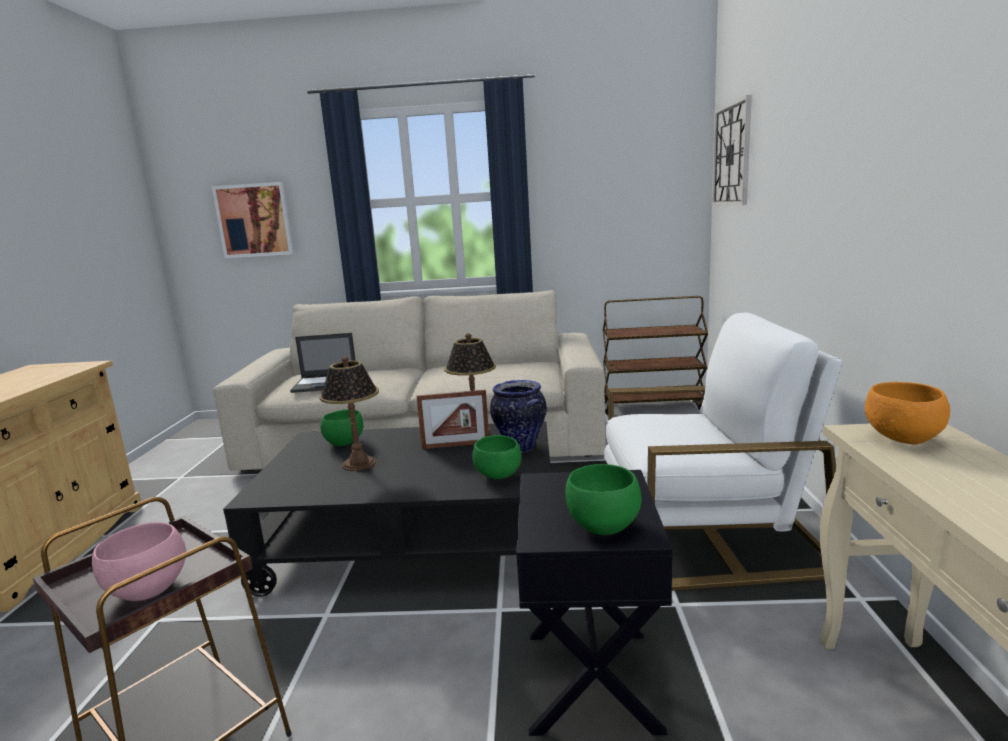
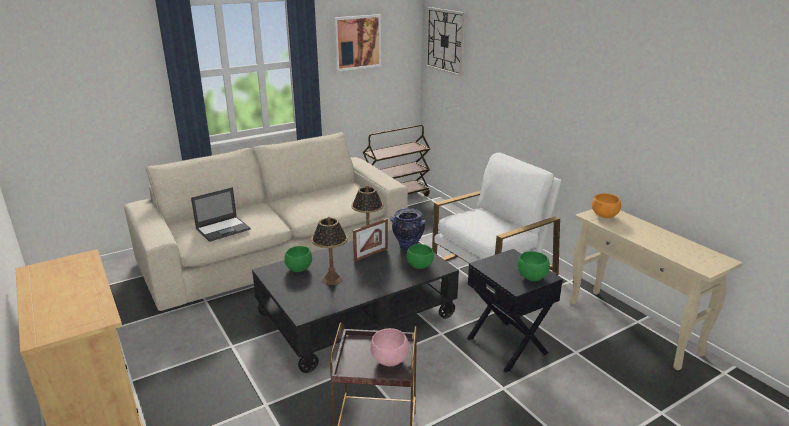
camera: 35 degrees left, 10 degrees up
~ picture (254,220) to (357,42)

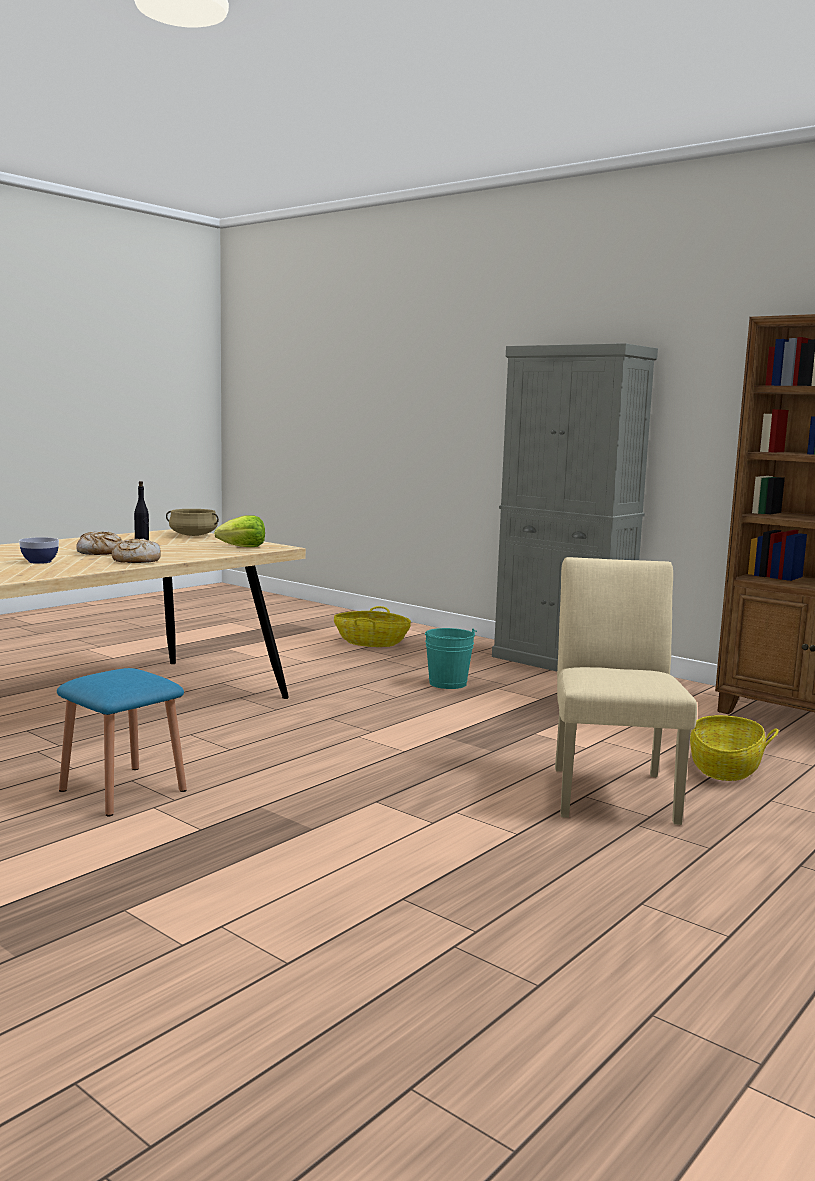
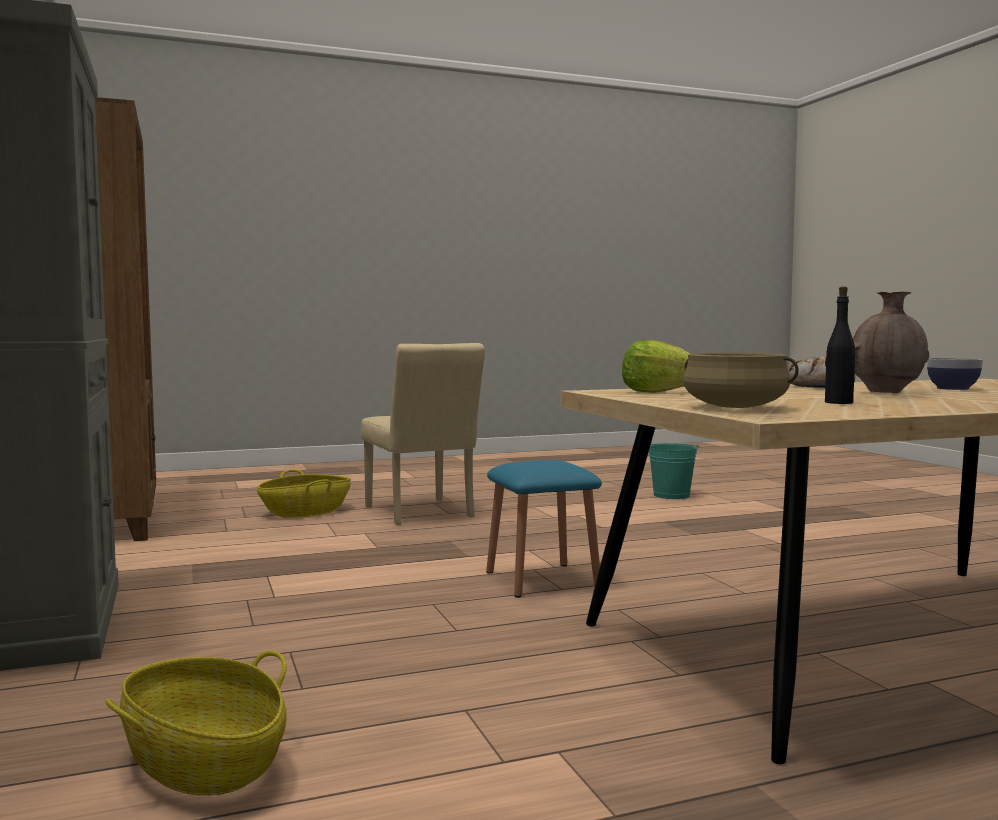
camera: 150 degrees left, 5 degrees down
~ bread (100,553) to brown vase (886,392)
~ beige chair (611,790) = (422,513) 60 degrees counterclockwise
~ turquoise bucket (447,683) to (671,495)
~ blue stool (123,790) to (542,579)

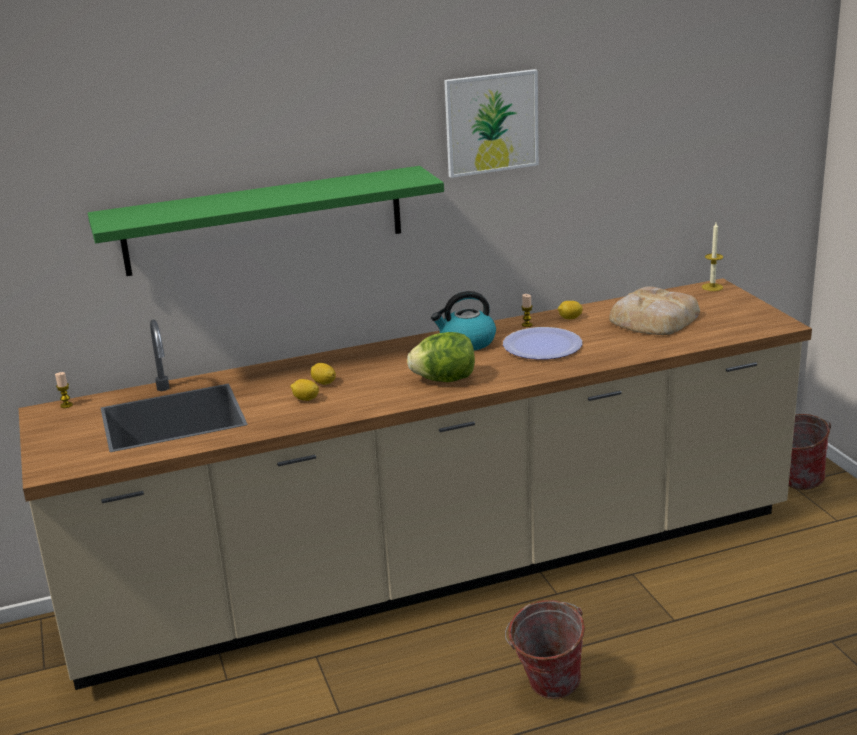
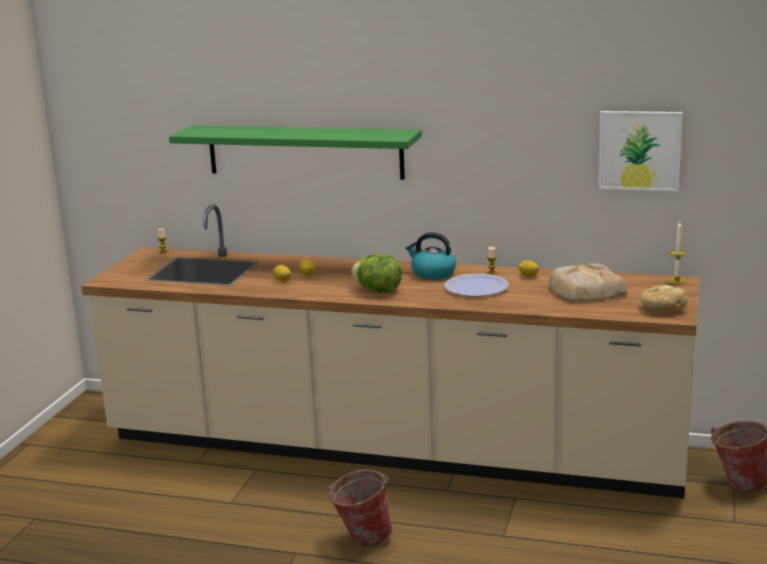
camera: 35 degrees right, 5 degrees down
~ picture (491,123) to (639,150)
+ bread (662,309)

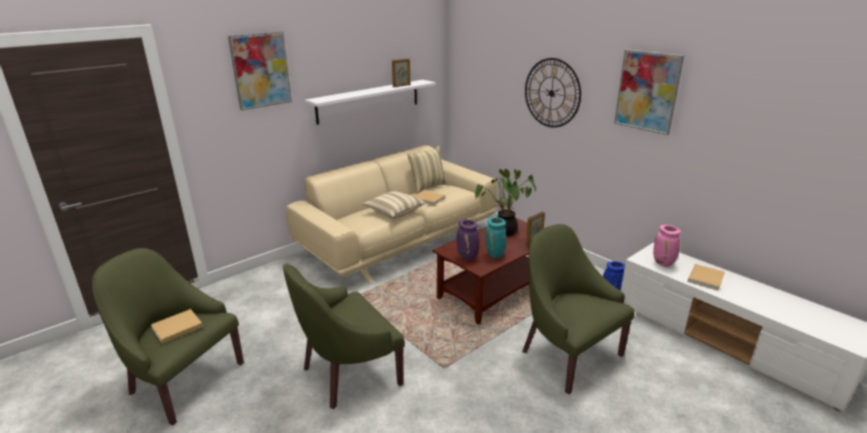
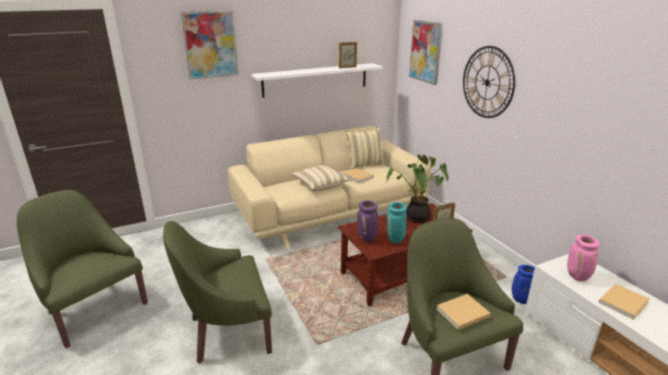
camera: 15 degrees right, 0 degrees up
~ picture (647,91) to (425,51)
~ beige book (175,328) to (461,313)

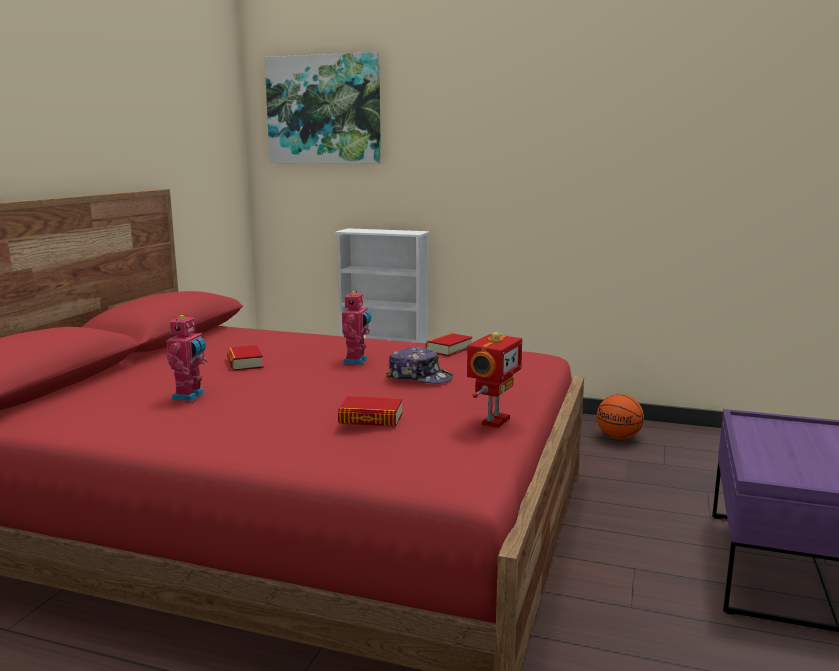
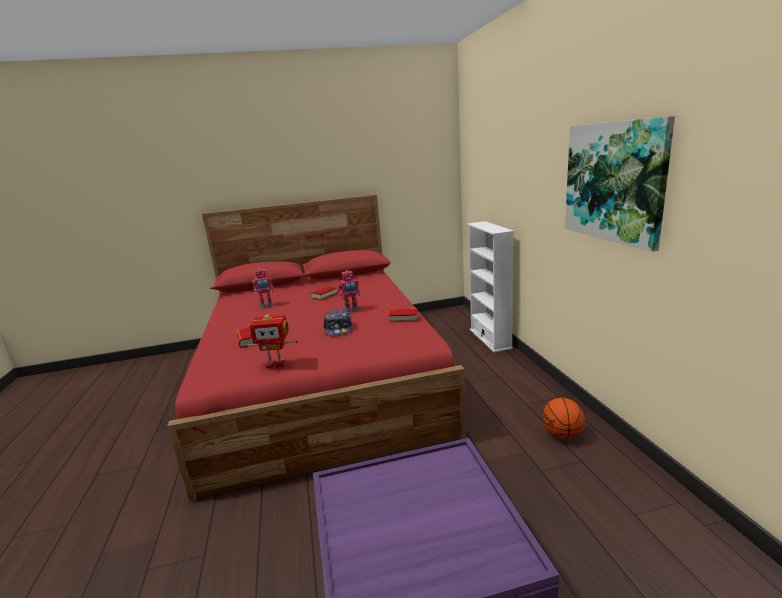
camera: 60 degrees right, 5 degrees up
~ picture (324,110) to (614,181)

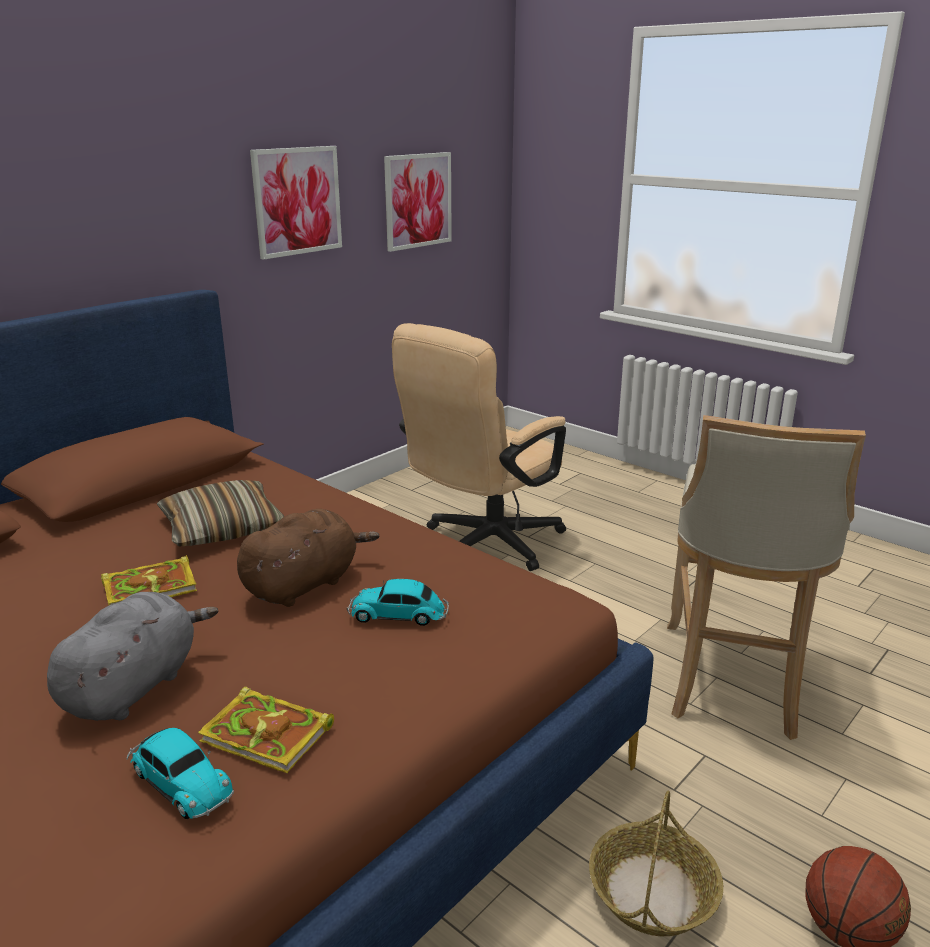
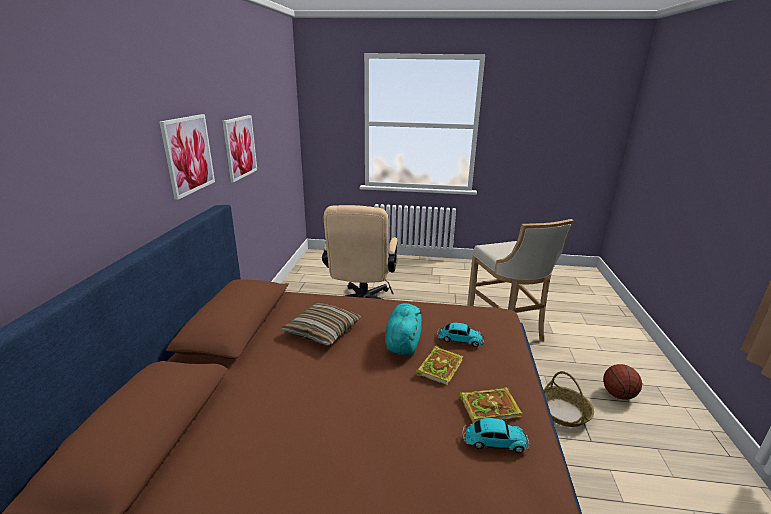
camera: 35 degrees left, 0 degrees up
~ picture (418,200) to (188,155)
~ brown plush toy (305,584) to turquoise plush toy (403,342)
~ book (152,587) to (440,366)
~ toy car (400,614) = (459,339) 135 degrees counterclockwise
- grey plush toy (135,686)

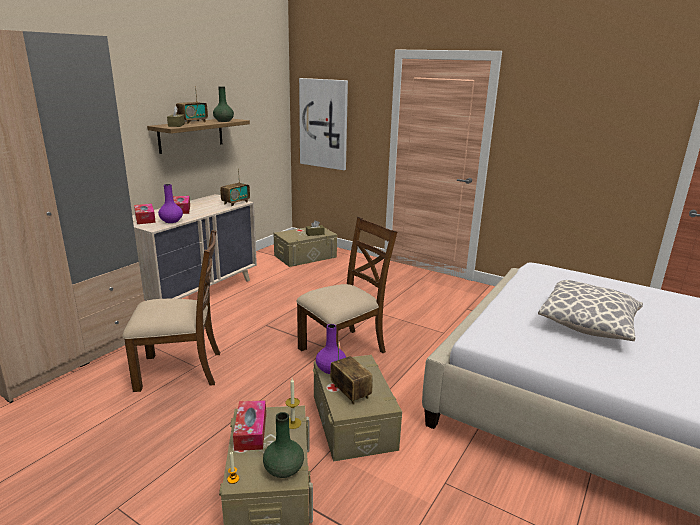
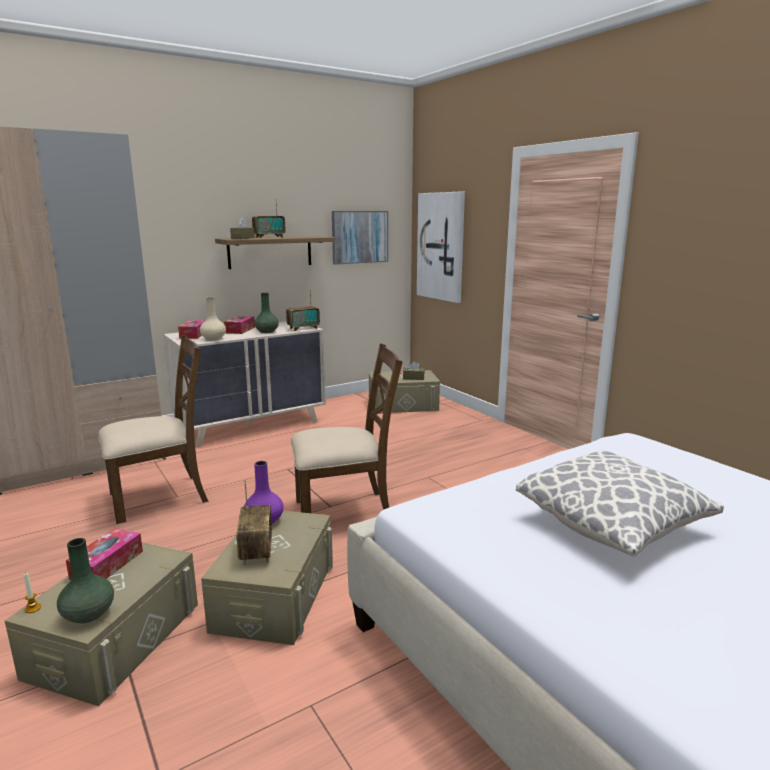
camera: 25 degrees right, 5 degrees down
~ green vase (223,121) to (267,331)
~ purple vase (171,221) to beige vase (213,338)
~ brown chair (181,370) = (160,497) 45 degrees counterclockwise
- candle (293,423)
+ picture (359,237)

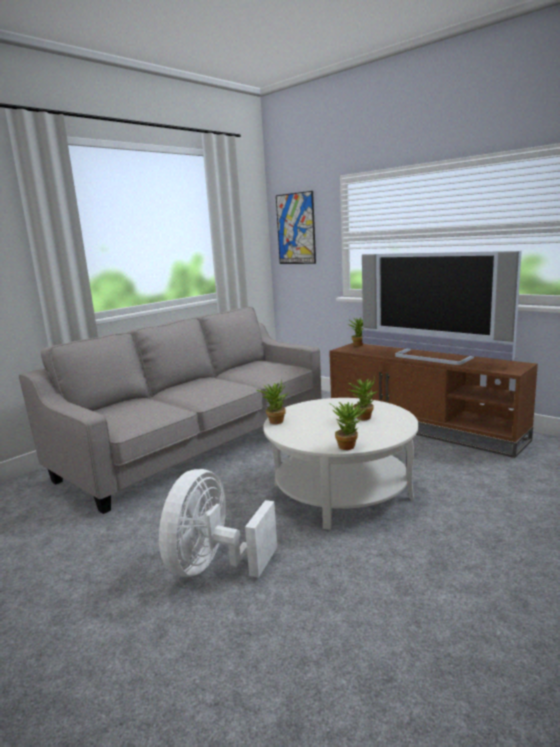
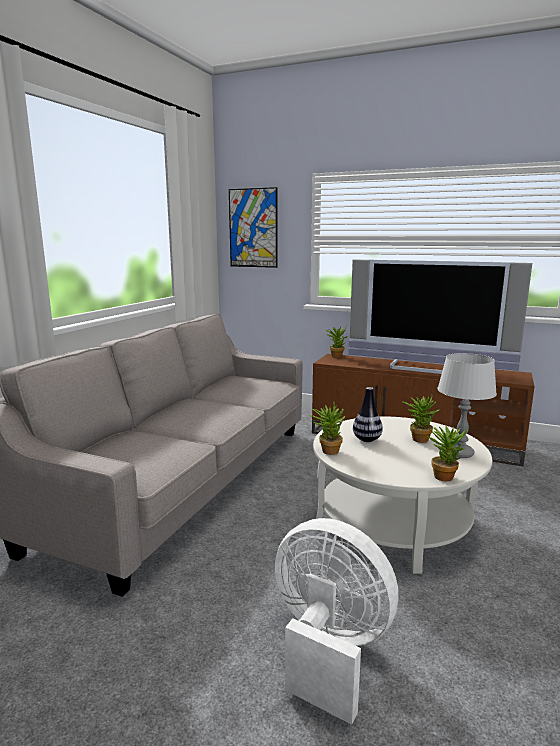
camera: 20 degrees left, 0 degrees up
~ white fan (214,566) = (328,649) 120 degrees clockwise
+ grey table lamp (460,453)
+ vase (366,439)

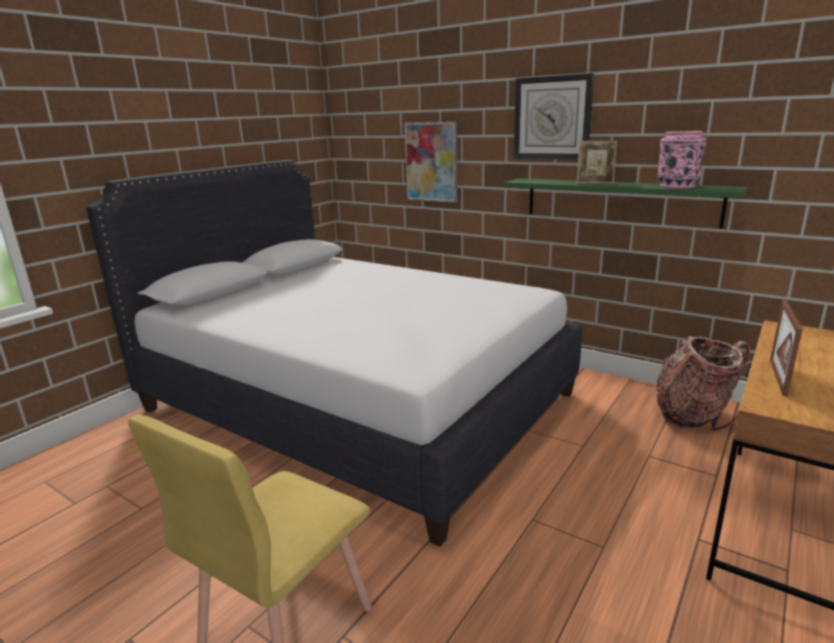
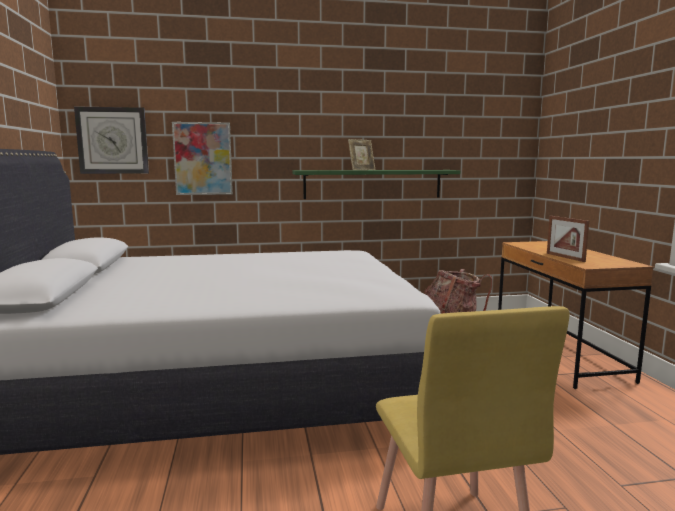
camera: 45 degrees left, 10 degrees down
~ wall clock (552,118) to (112,140)
- pink vase (677,186)

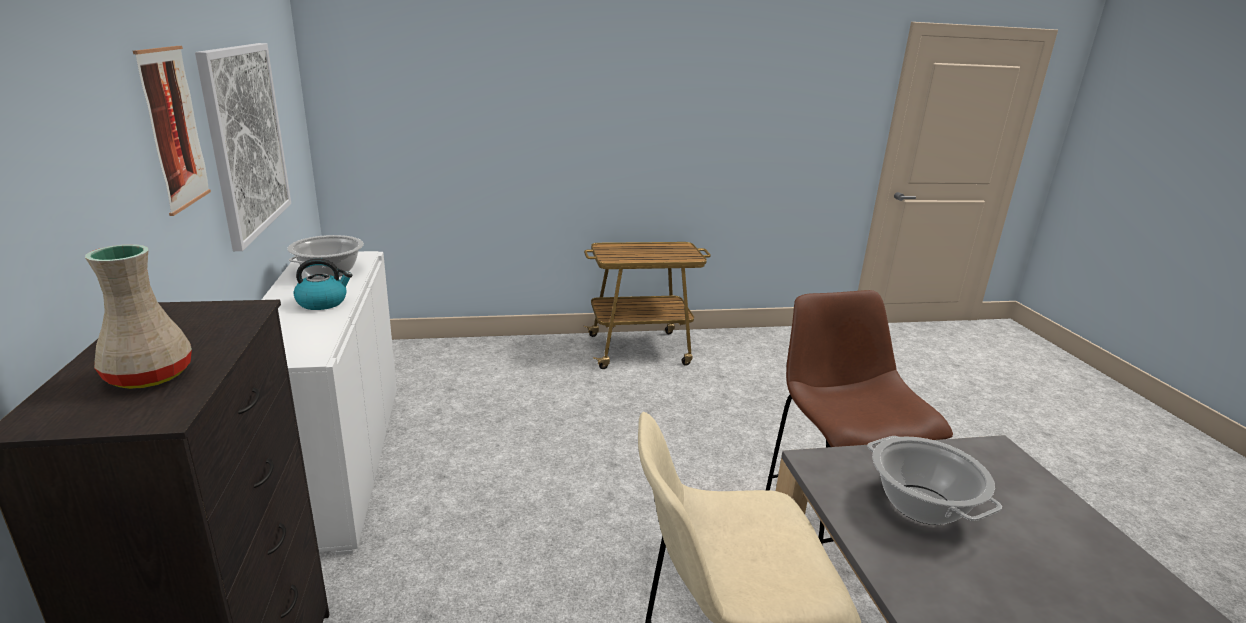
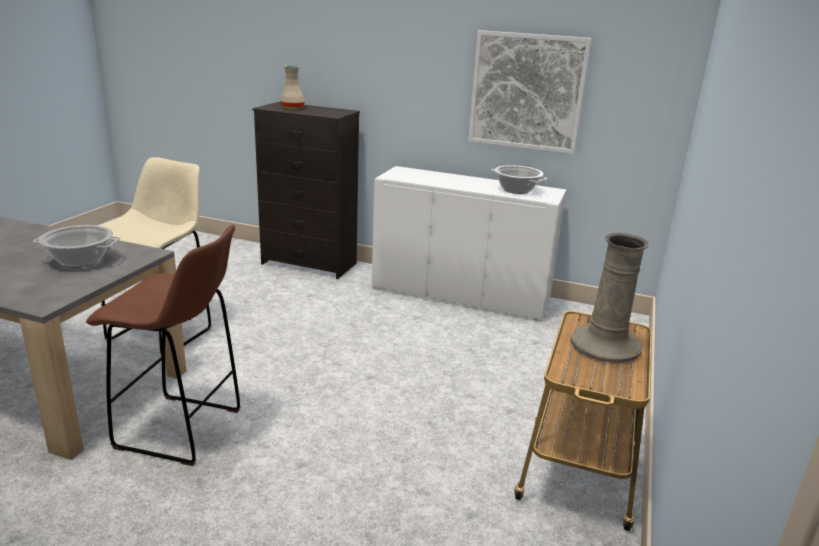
camera: 120 degrees right, 0 degrees up
- picture (174,129)
- kettle (323,302)
+ beige vase (604,345)

